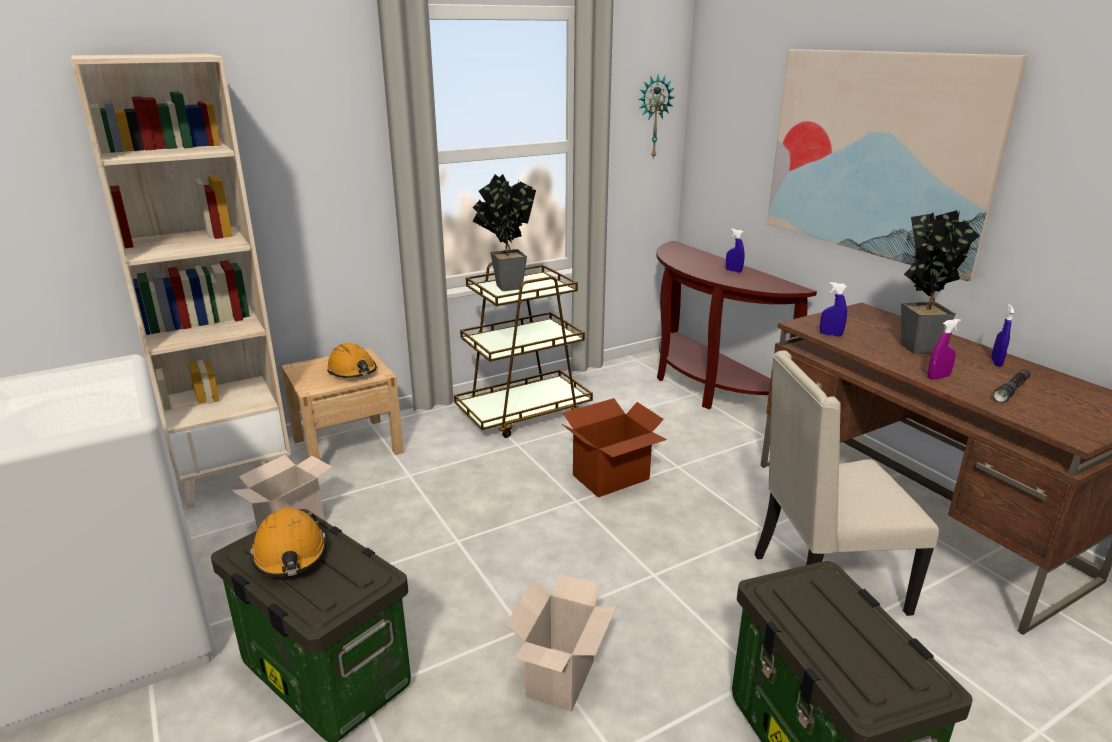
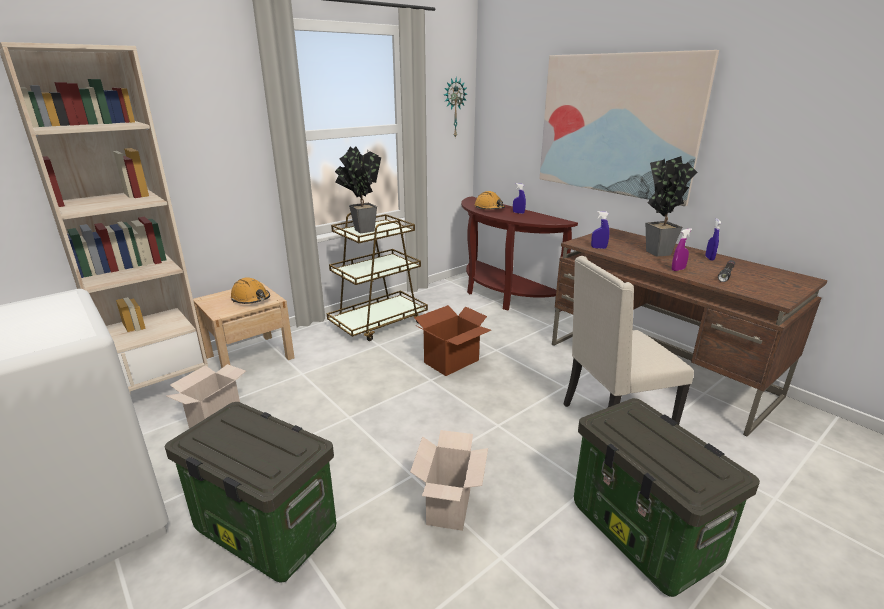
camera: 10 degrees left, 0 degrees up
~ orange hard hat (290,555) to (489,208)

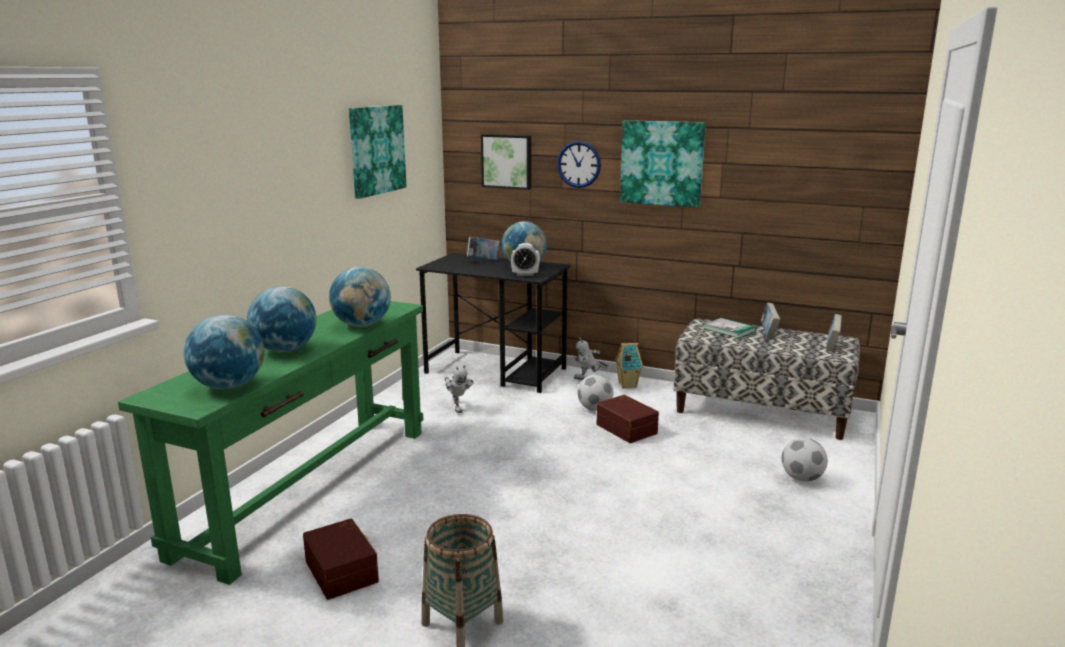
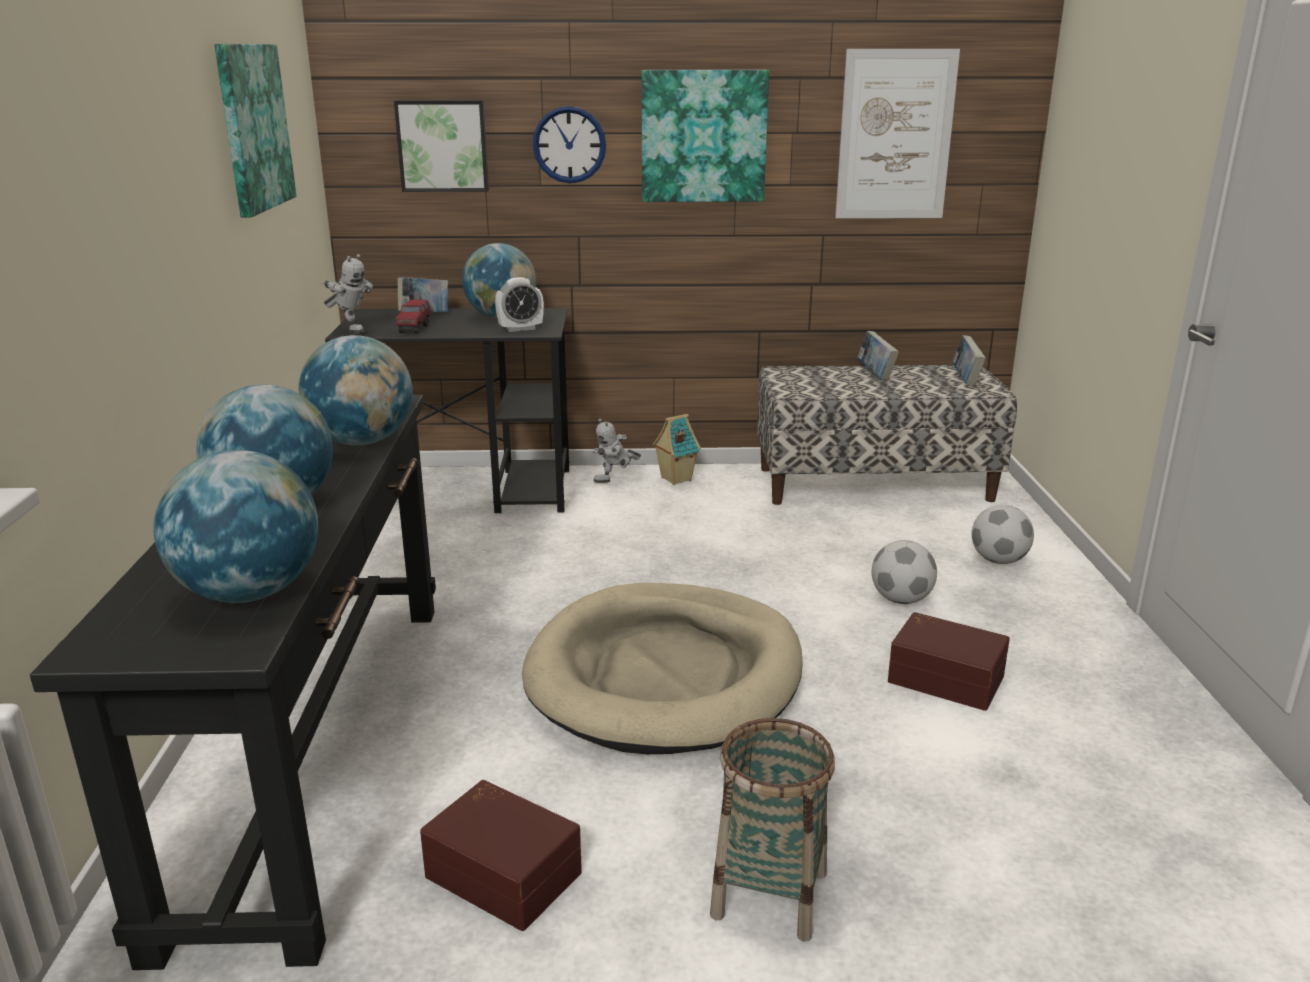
camera: 25 degrees left, 5 degrees up
~ green console table (310,488) to black console table (320,747)
- book (730,330)
~ toy robot (458,408) to (351,330)
~ football (595,409) to (901,600)
~ brown storage box (627,428) to (946,677)
+ picture (895,135)
+ toy truck (415,329)
+ beige dog bed (665,675)

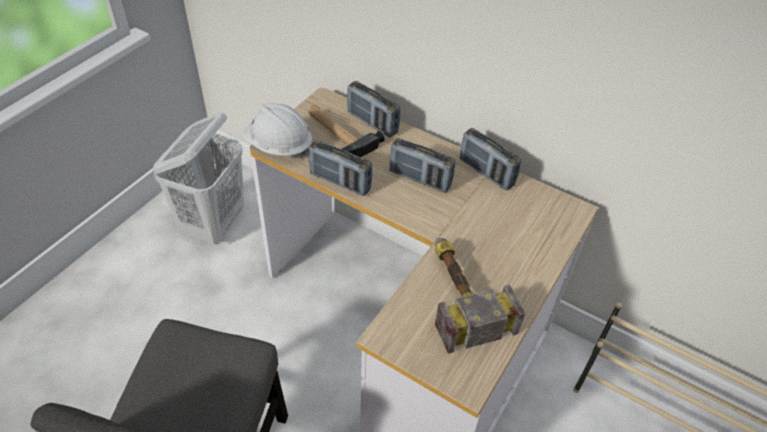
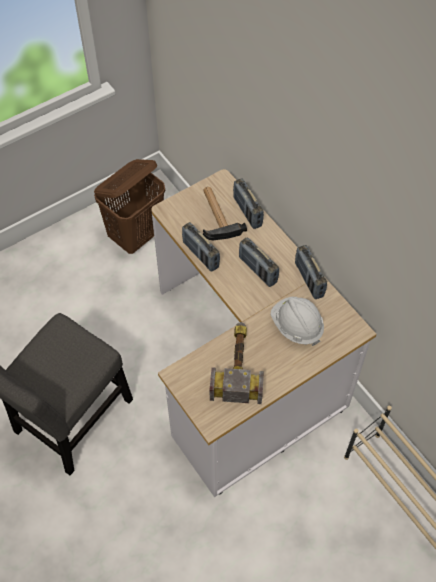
camera: 25 degrees right, 10 degrees up
~ white hard hat (279,146) to (296,326)
~ white laundry basket (214,224) to brown laundry basket (136,236)

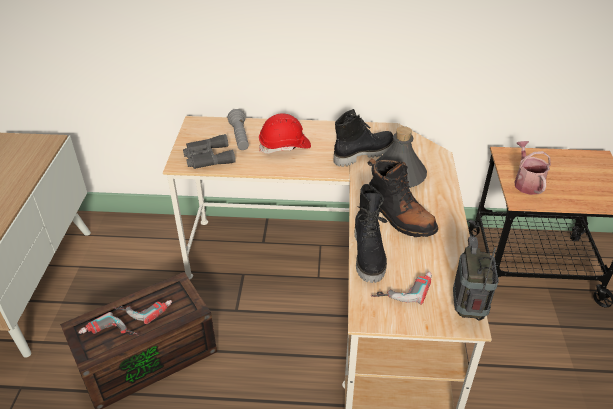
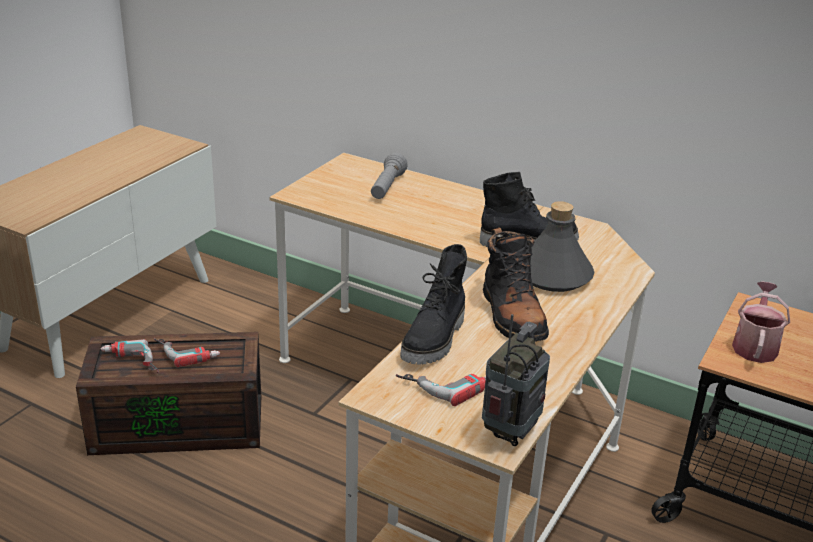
camera: 25 degrees right, 10 degrees down
- red hard hat (285,146)
- grey binoculars (207,157)

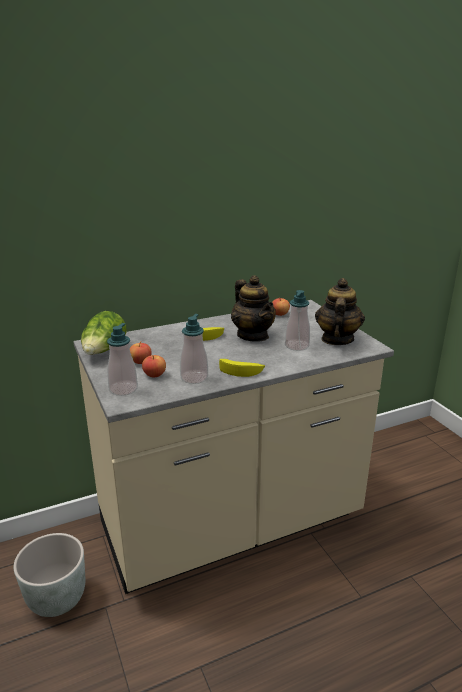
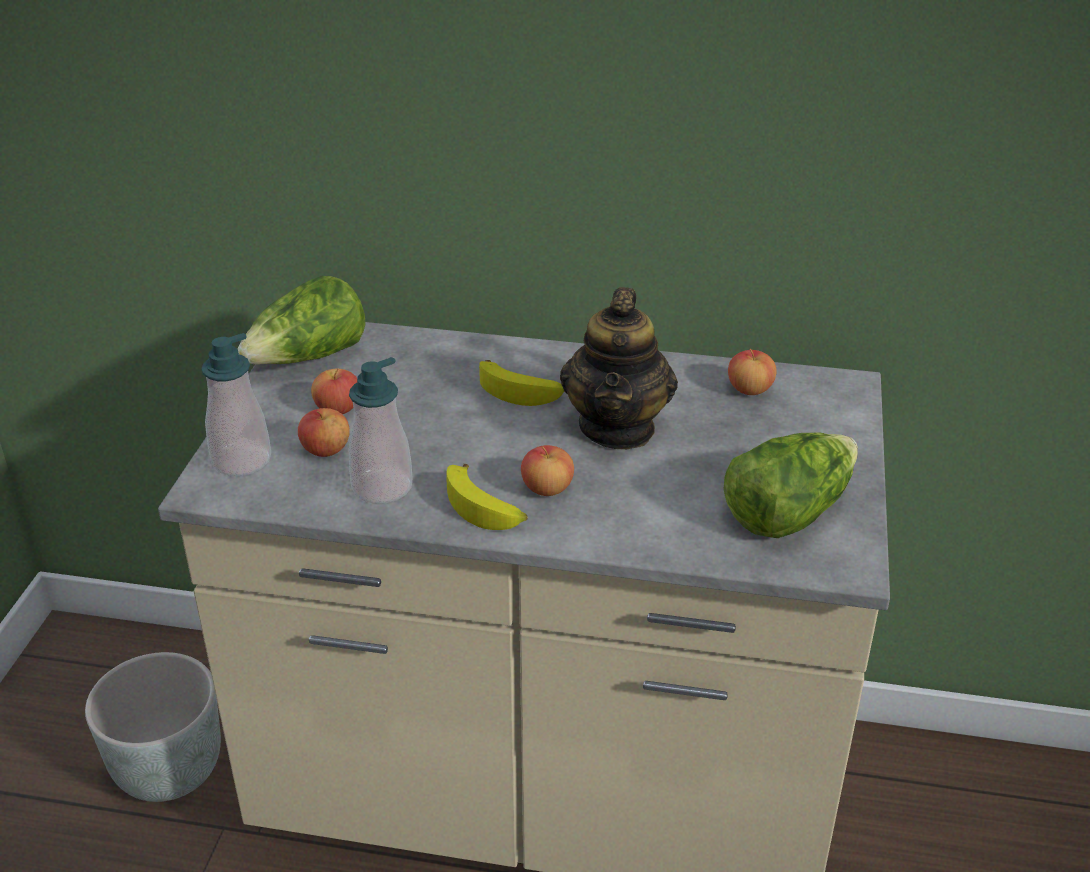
camera: 35 degrees right, 10 degrees up
~ teapot (337,339) to lettuce (788,511)
- soap dispenser (297,346)
+ apple (547,488)

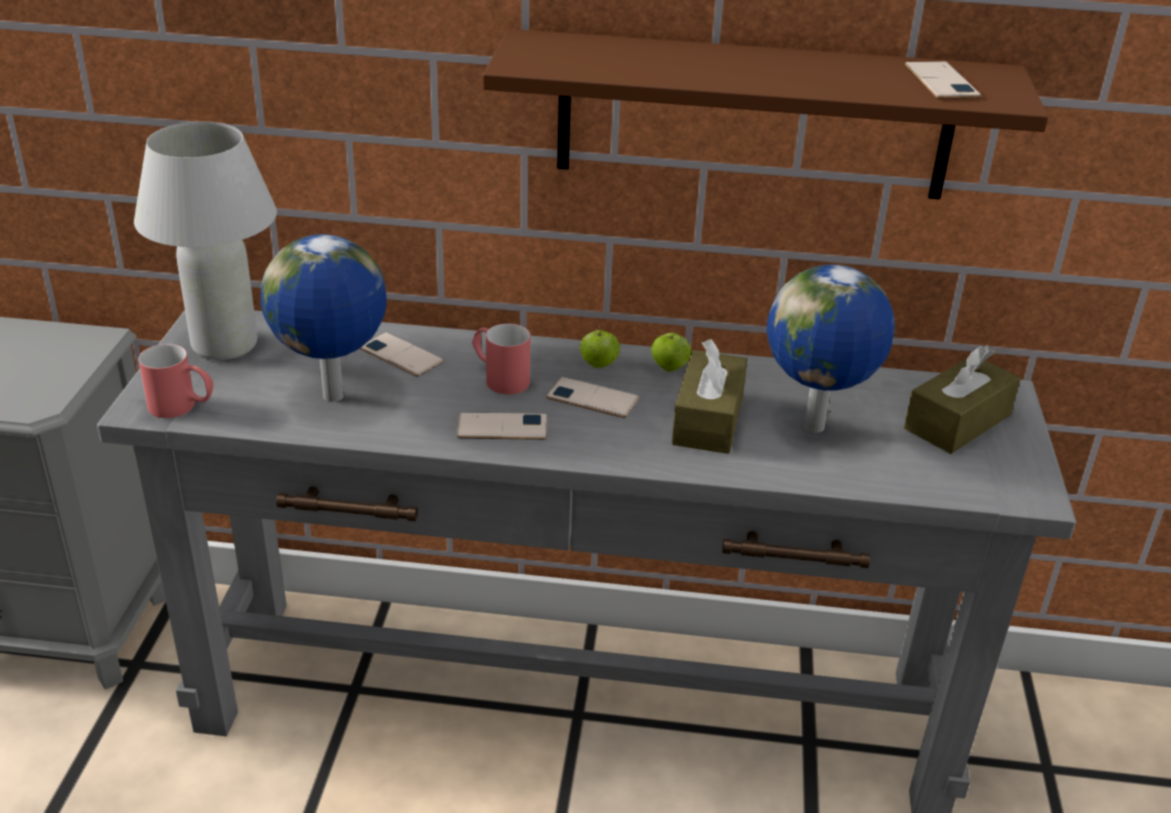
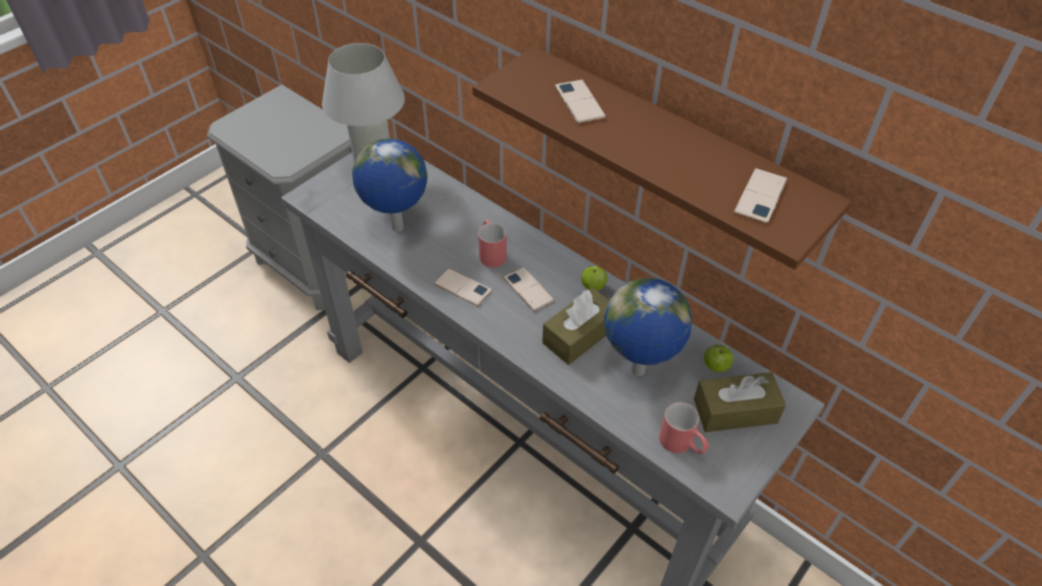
camera: 35 degrees right, 15 degrees up
~ apple (599,365) to (715,366)
~ phone (401,355) to (579,102)
~ red mug (183,407) to (682,445)

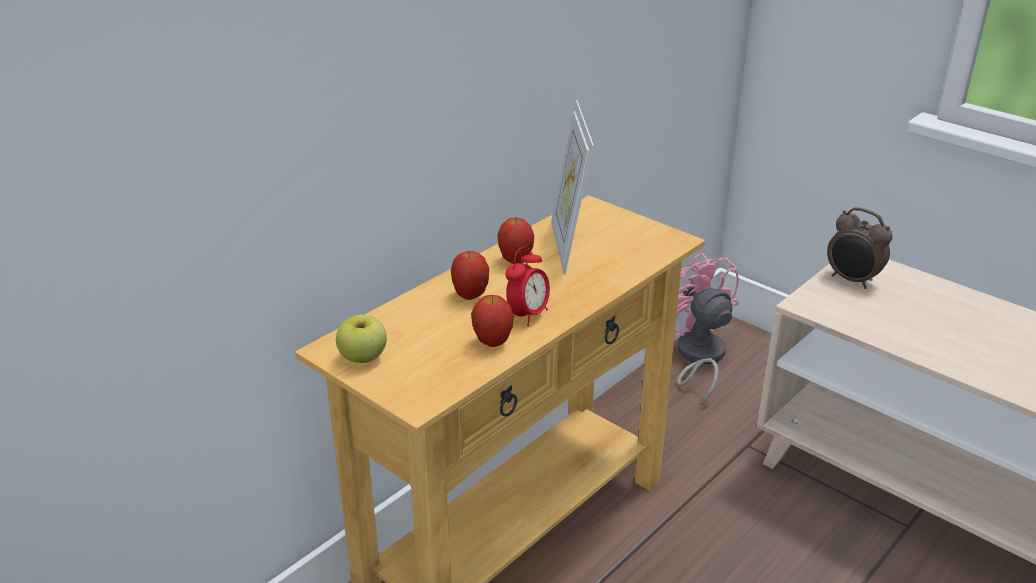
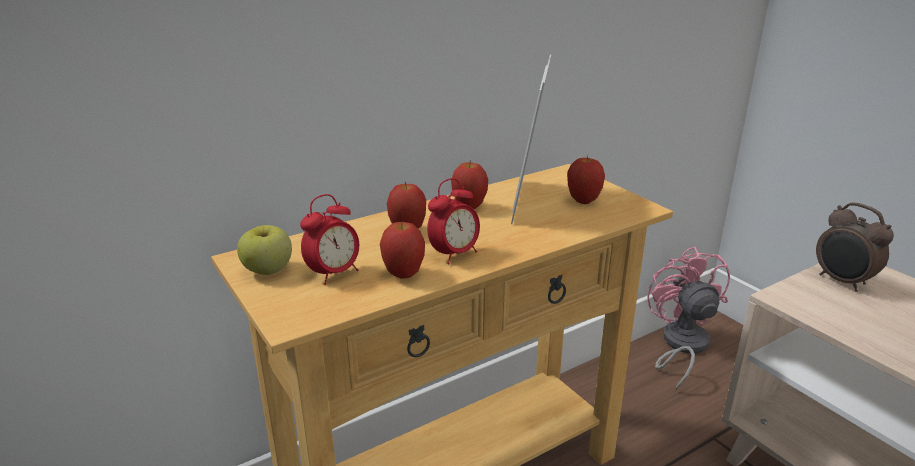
camera: 15 degrees right, 5 degrees down
+ apple (583,201)
+ alarm clock (334,274)

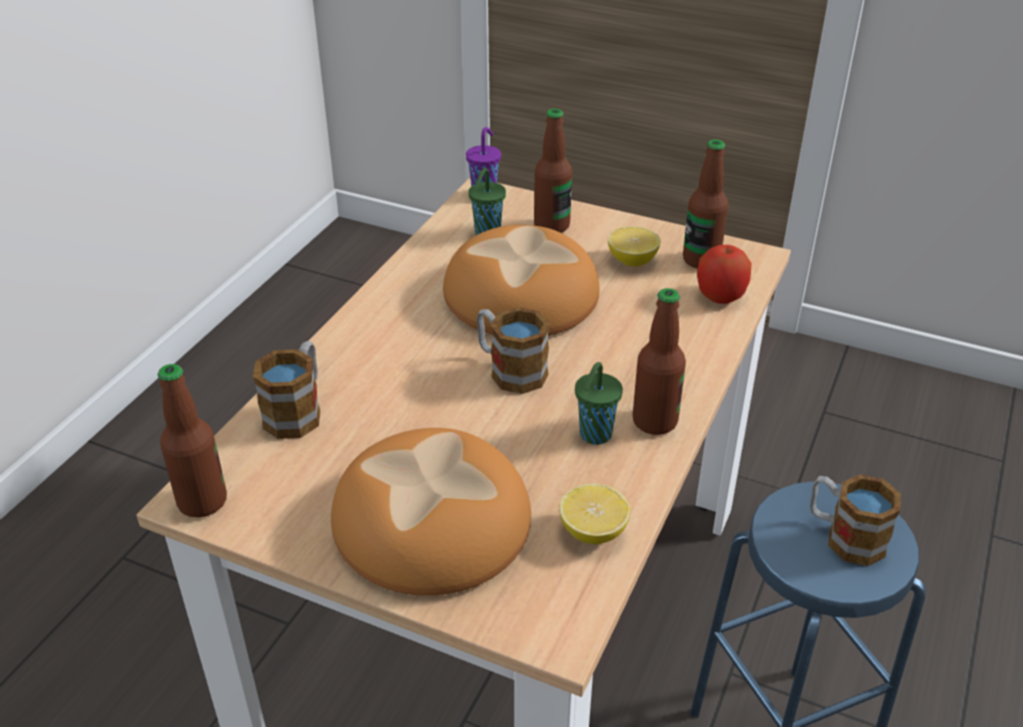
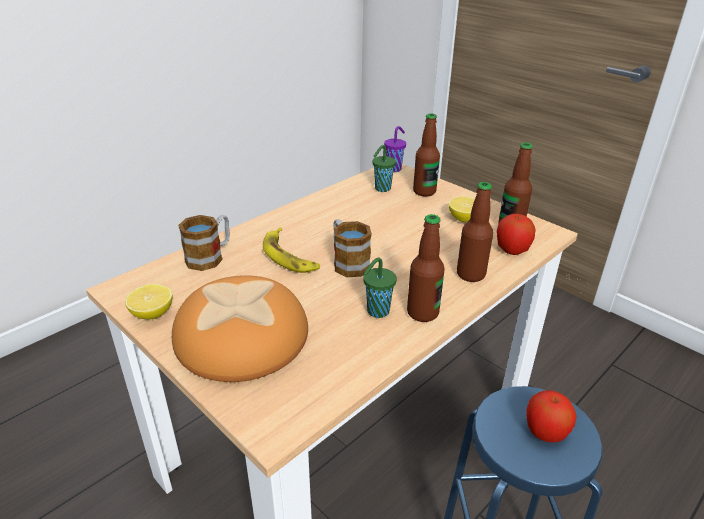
camera: 20 degrees right, 5 degrees down
- bread (519,294)
~ bottle (202,502) to (470,274)
~ mug (844,536) to apple (545,432)
~ lemon (593,532) to (152,314)
+ banana (289,256)

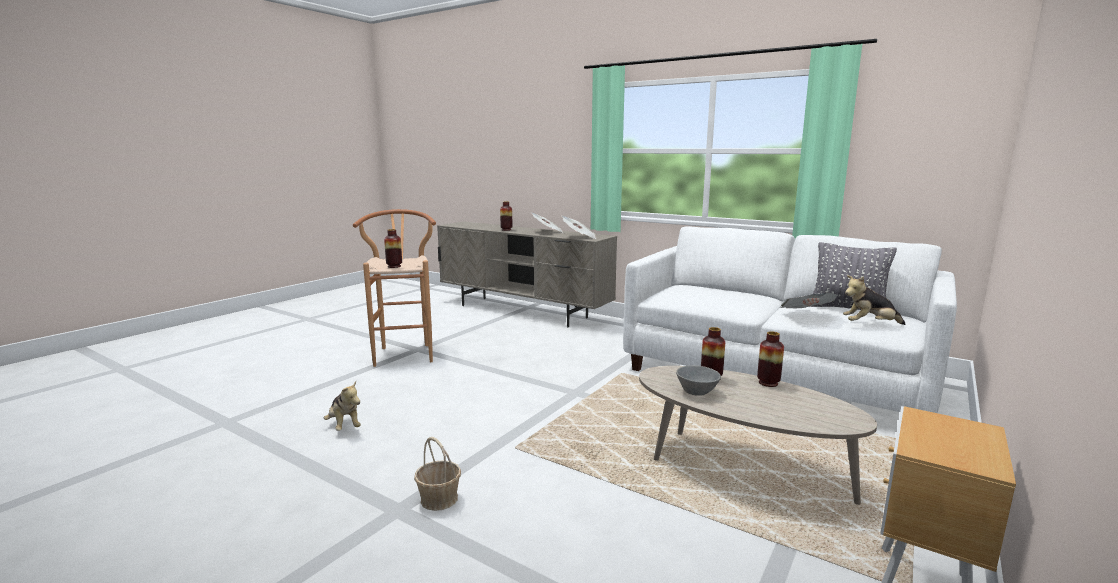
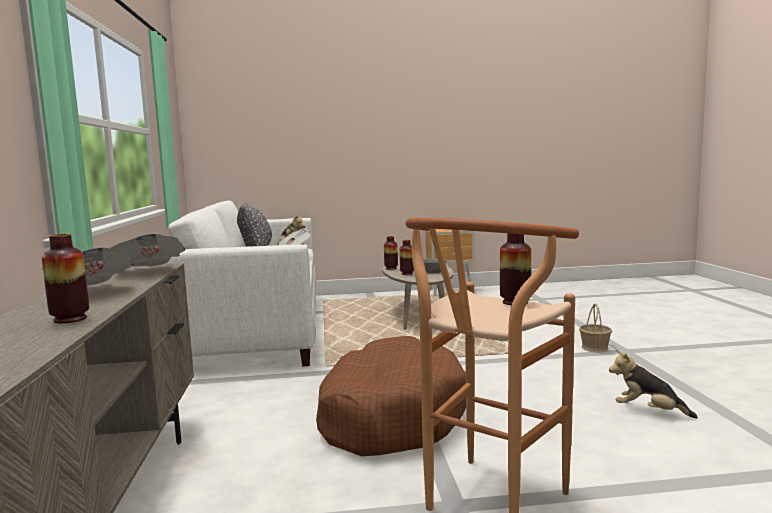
camera: 130 degrees left, 5 degrees down
~ plush toy (344,426) = (648,411) 75 degrees counterclockwise
+ brown dog bed (390,415)

